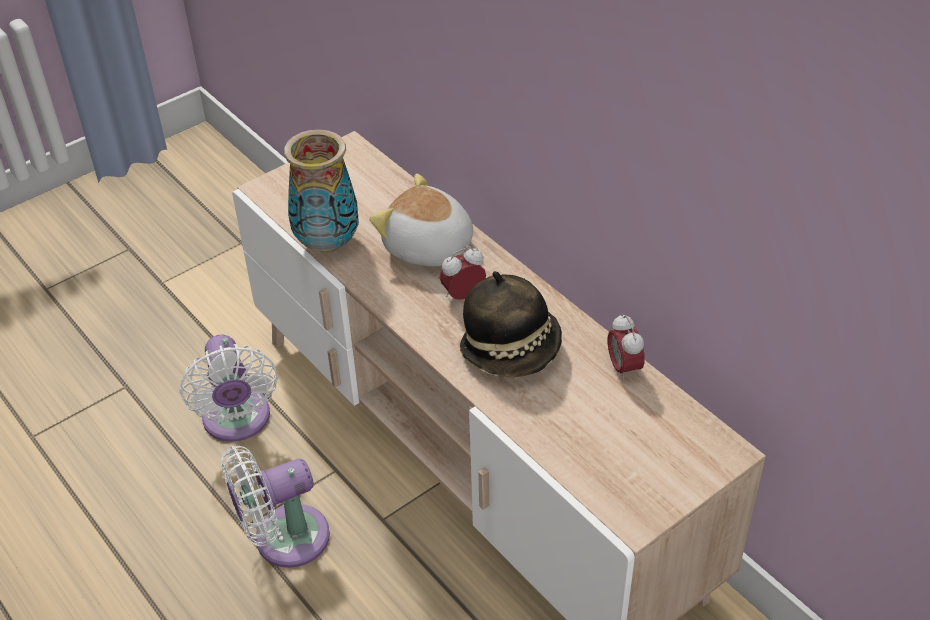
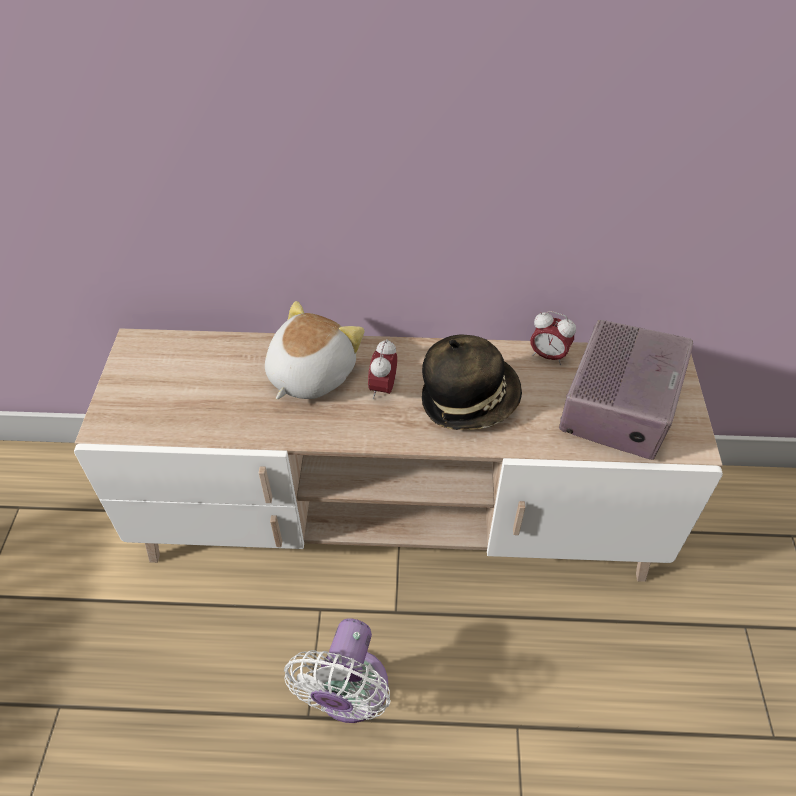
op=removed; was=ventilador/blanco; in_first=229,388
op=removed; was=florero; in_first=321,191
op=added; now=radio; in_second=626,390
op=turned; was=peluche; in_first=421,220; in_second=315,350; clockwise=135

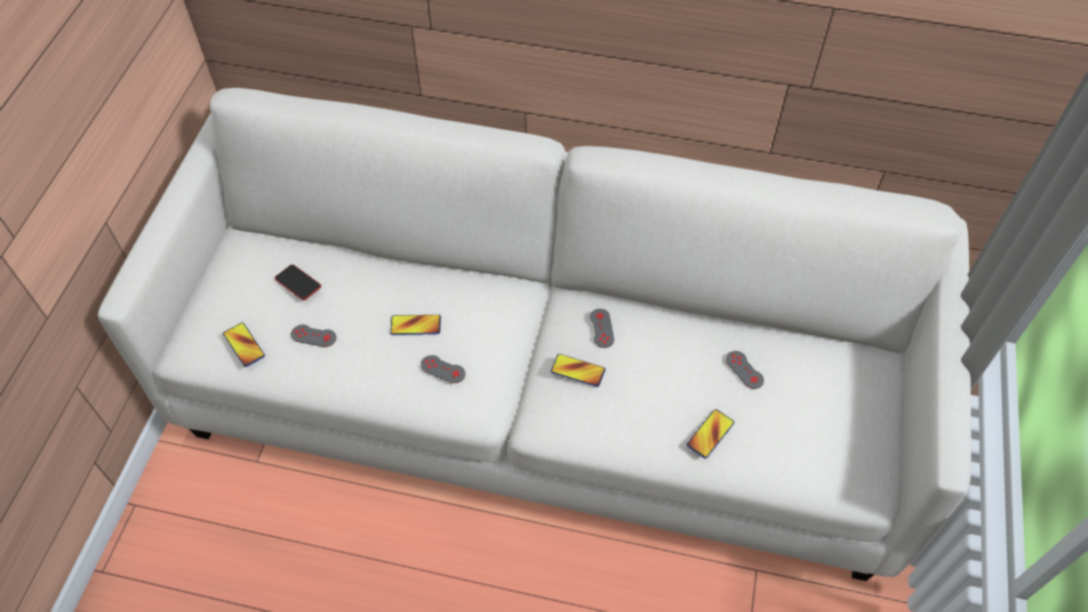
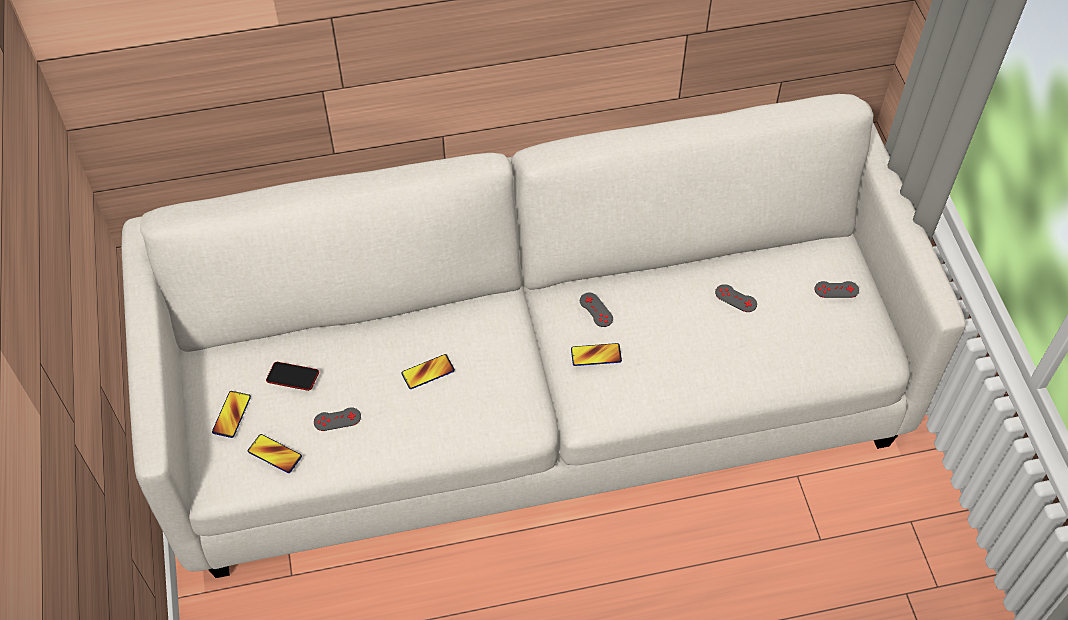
op=moved; was=mando de consola/gris; in_first=443,369; in_second=837,289
op=moved; was=móvil; in_first=710,434; in_second=231,414

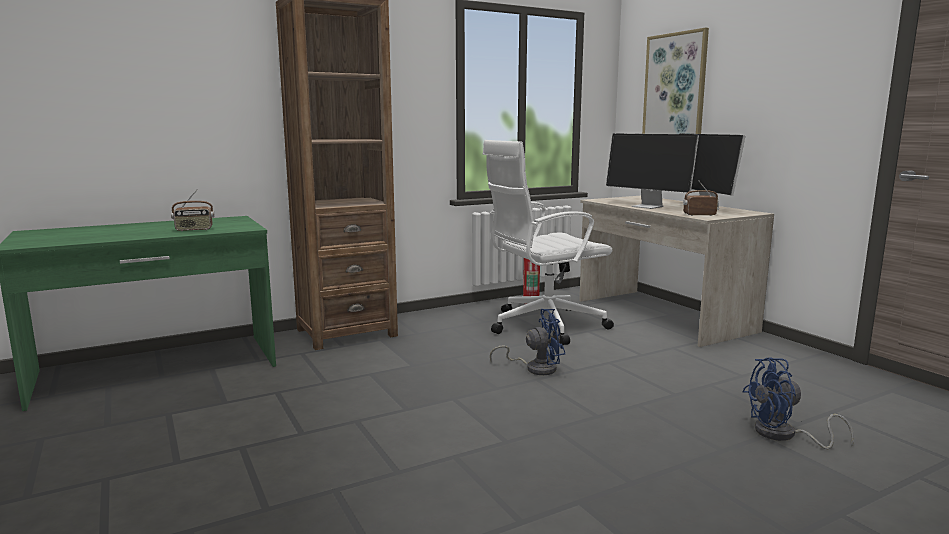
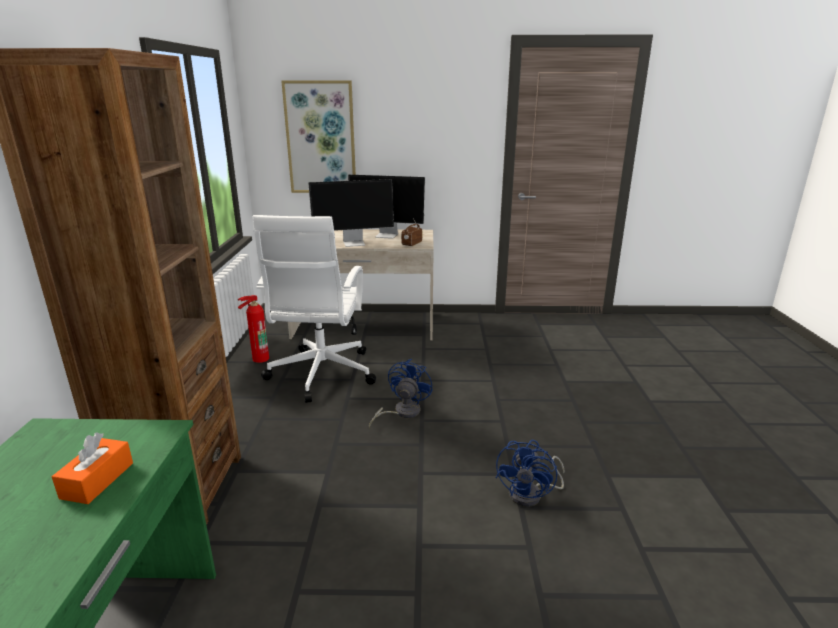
op=moved; was=ventilador/azul; in_first=798,403; in_second=530,473
op=replaced; was=radio; now=caja de pañuelos/naranja; in_first=193,210; in_second=92,468

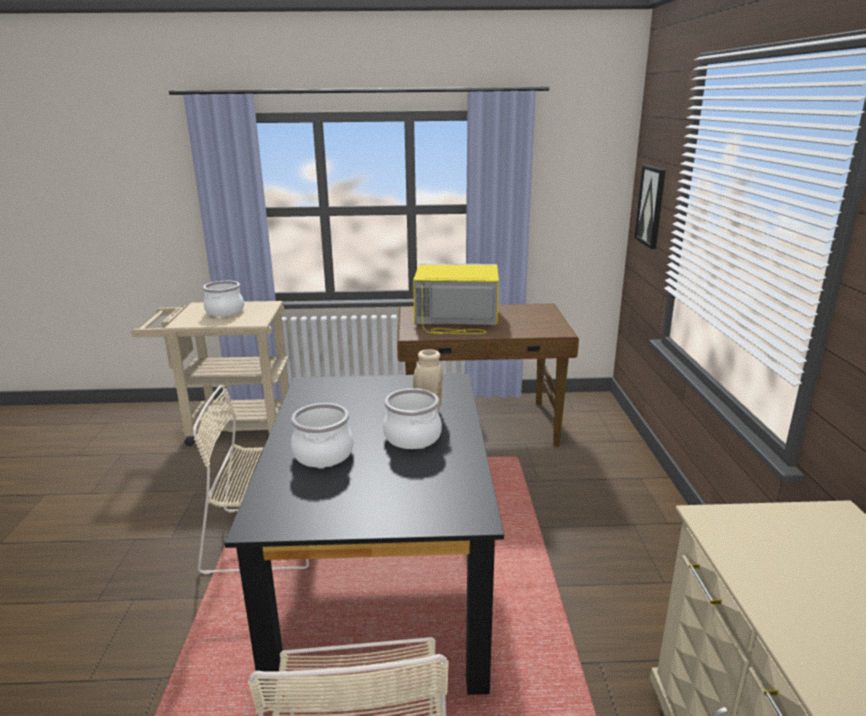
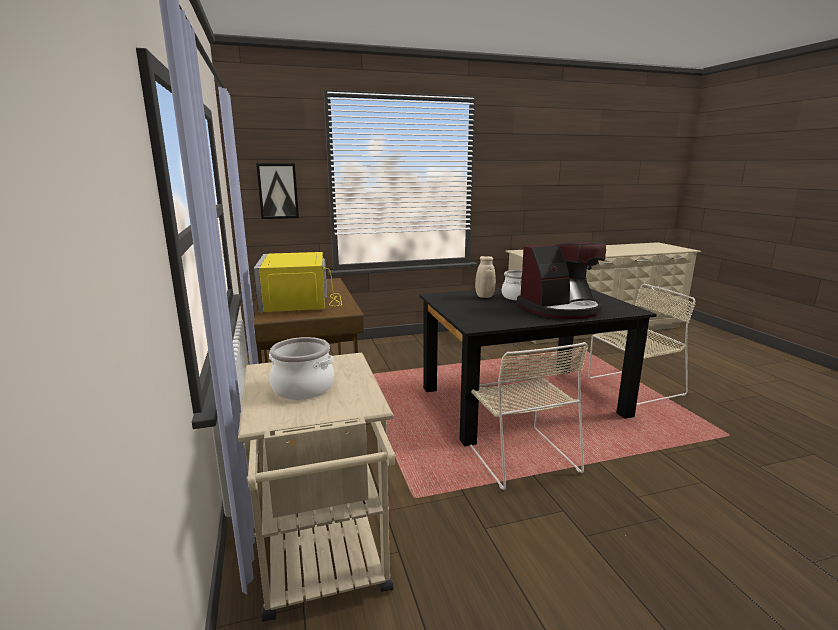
op=replaced; was=olla; now=cafetera; in_first=322,435; in_second=561,280

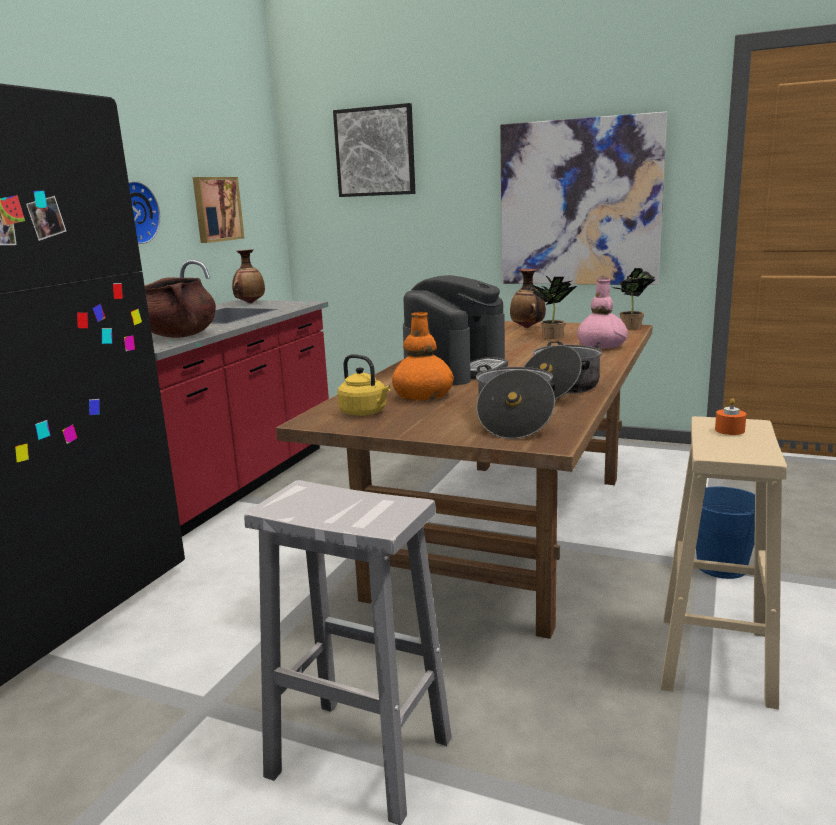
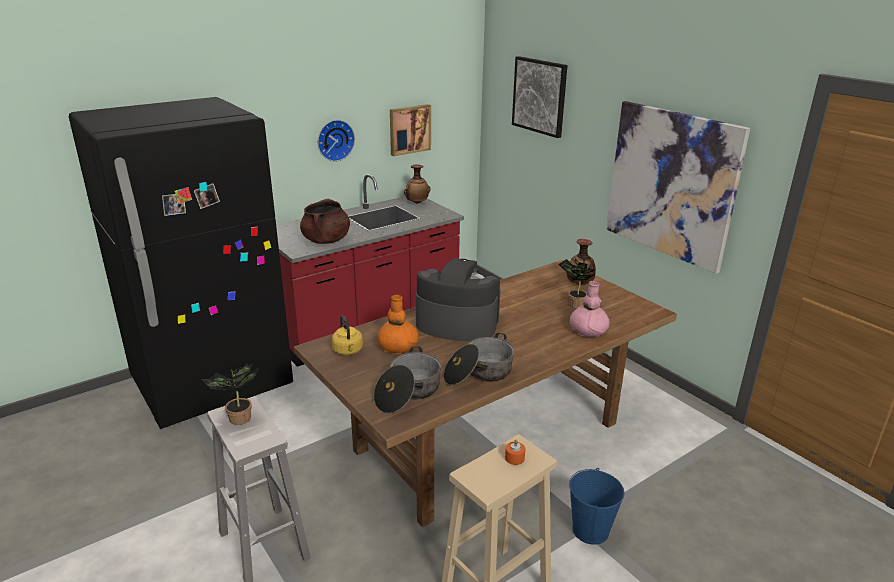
op=moved; was=planta en maceta; in_first=634,298; in_second=230,394
op=turned; was=cafetera; in_first=455,330; in_second=458,299; clockwise=-135

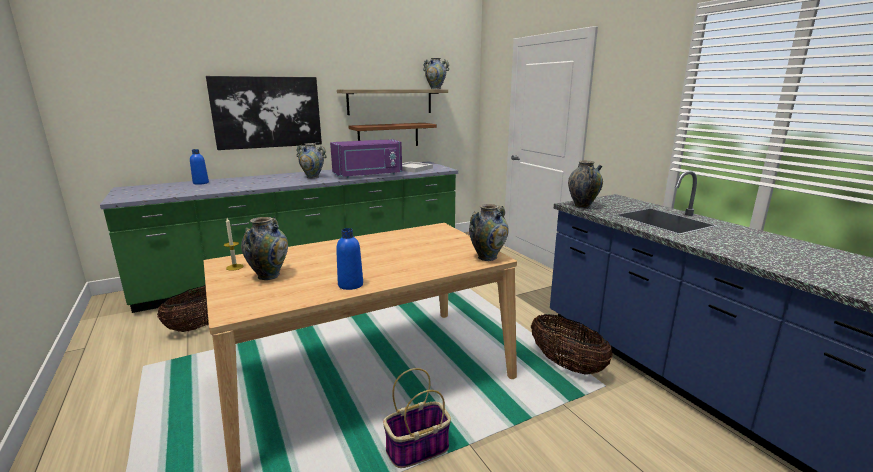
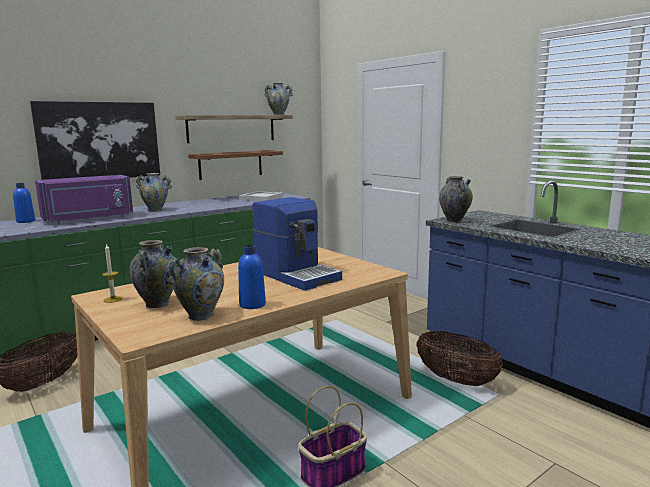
op=added; now=cafetera; in_second=297,244
op=moved; was=microondas/morado; in_first=366,158; in_second=84,199
op=moved; was=florero; in_first=489,232; in_second=196,284

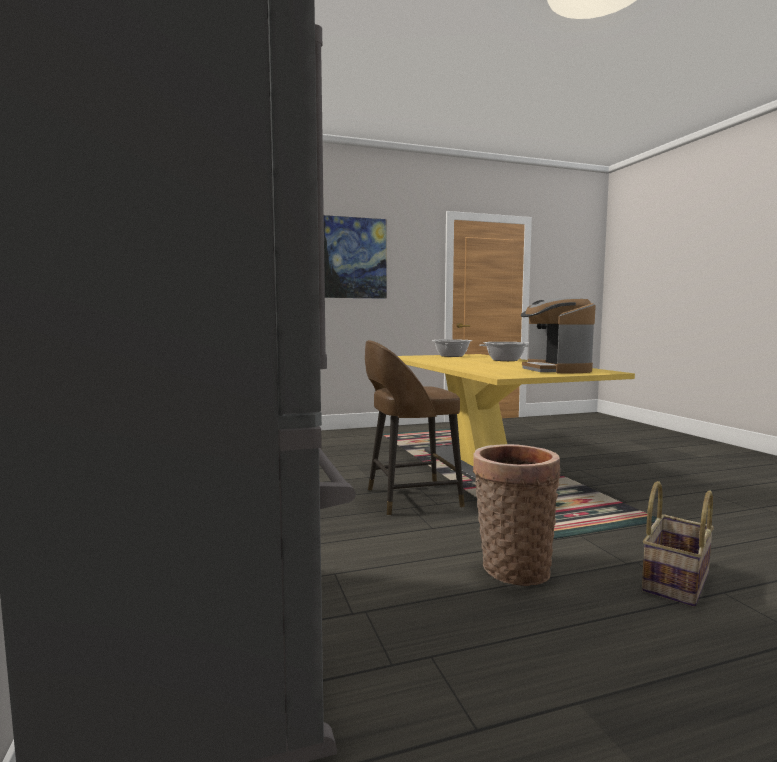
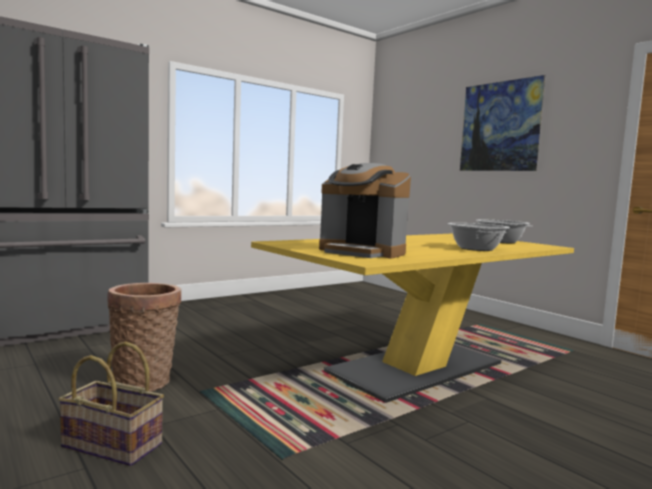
op=removed; was=taburete/marrón; in_first=415,428
op=turned; was=cafetera; in_first=558,335; in_second=365,211; clockwise=-120

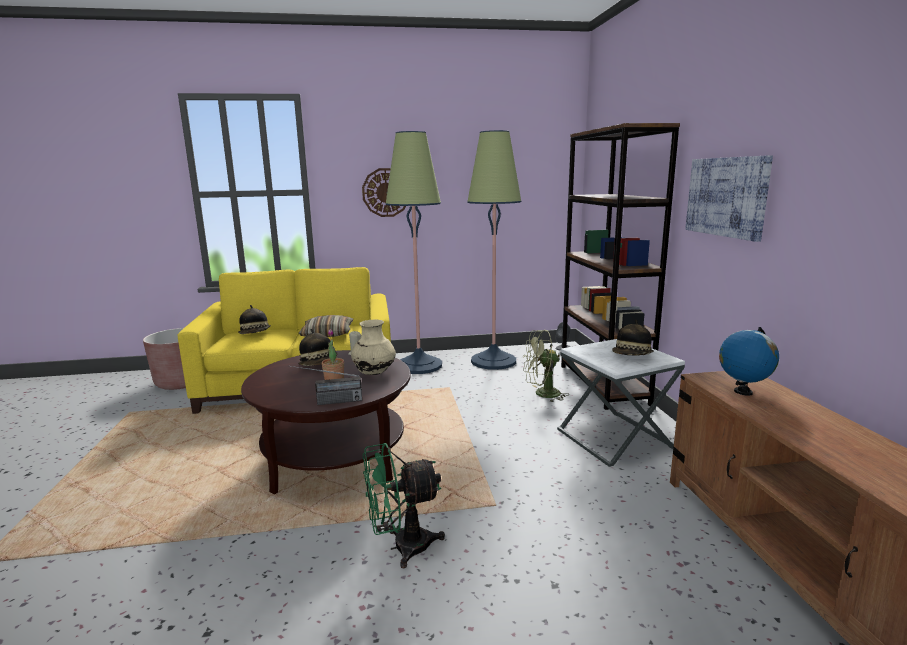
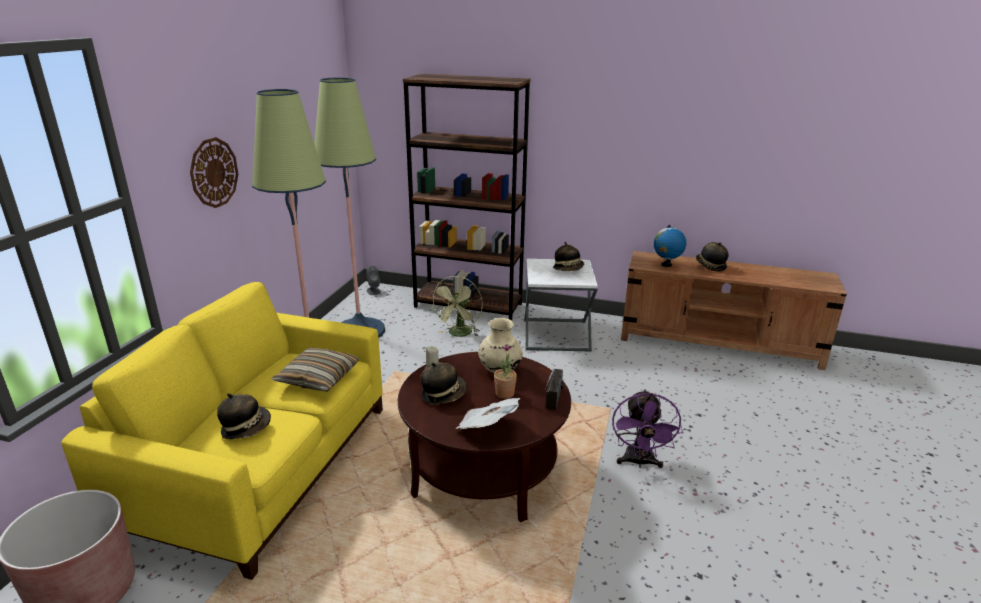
op=removed; was=cuadro; in_first=729,198
op=added; now=periódico; in_second=488,413
op=added; now=sombrero; in_second=712,257
op=recoloured; was=ventilador/verde; now=ventilador/morado; in_first=404,506; in_second=647,428

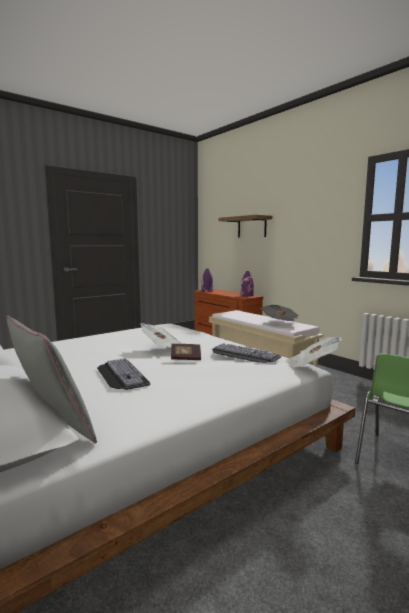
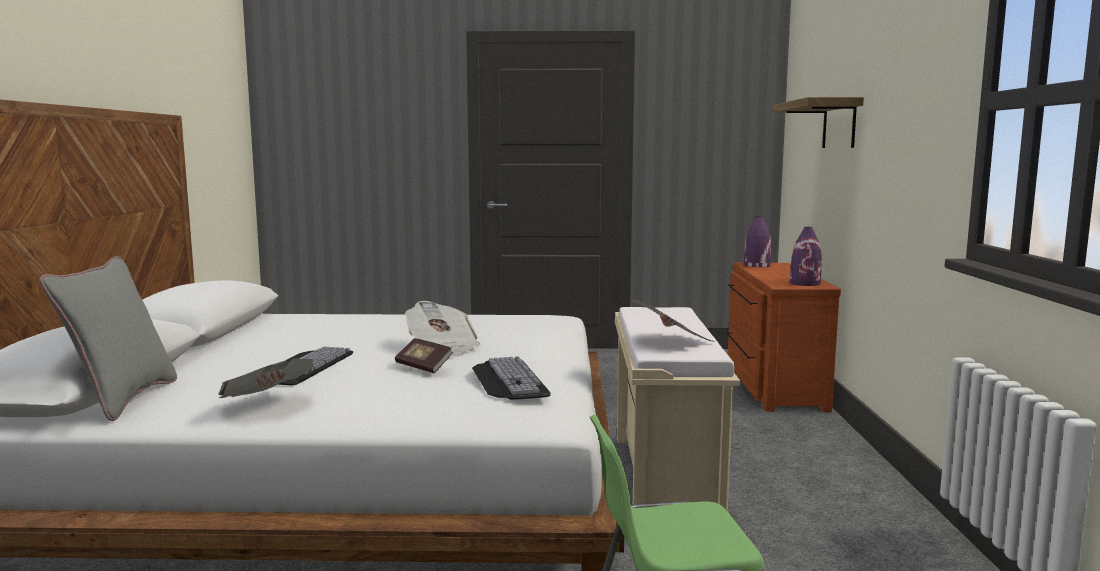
op=moved; was=periódico; in_first=314,352; in_second=266,378

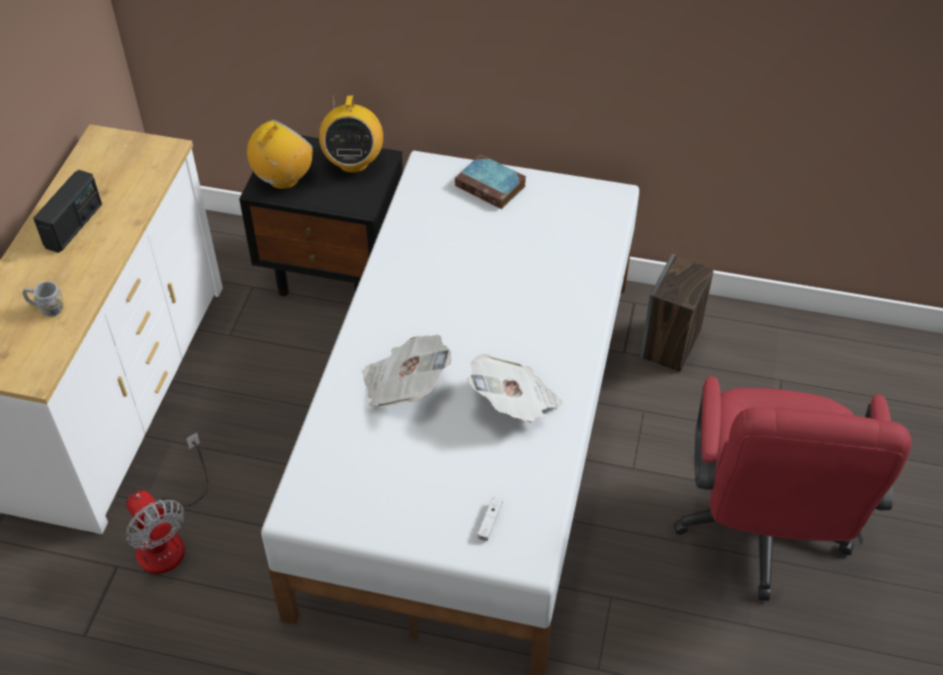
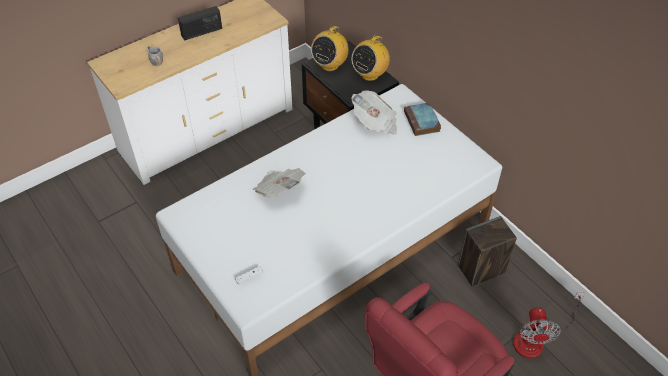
op=moved; was=ventilador; in_first=167,503; in_second=549,325
op=moved; was=periódico; in_first=514,388; in_second=374,112
op=turned; was=radio; in_first=280,154; in_second=330,47; clockwise=135

